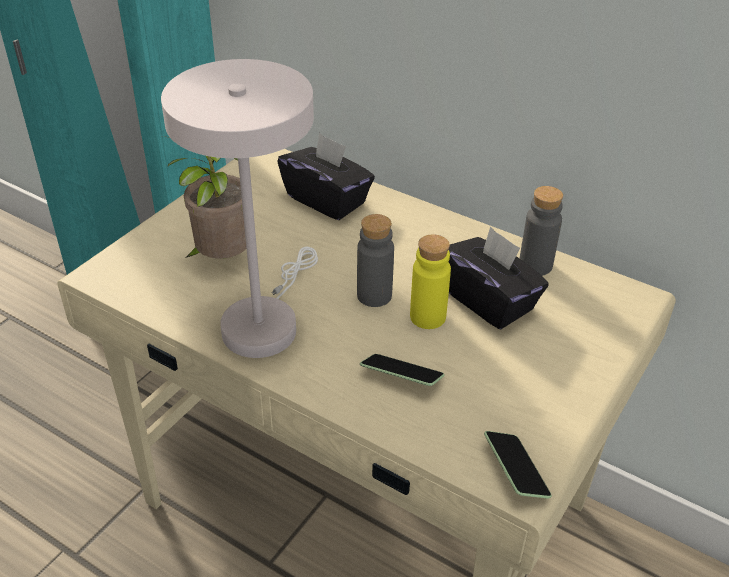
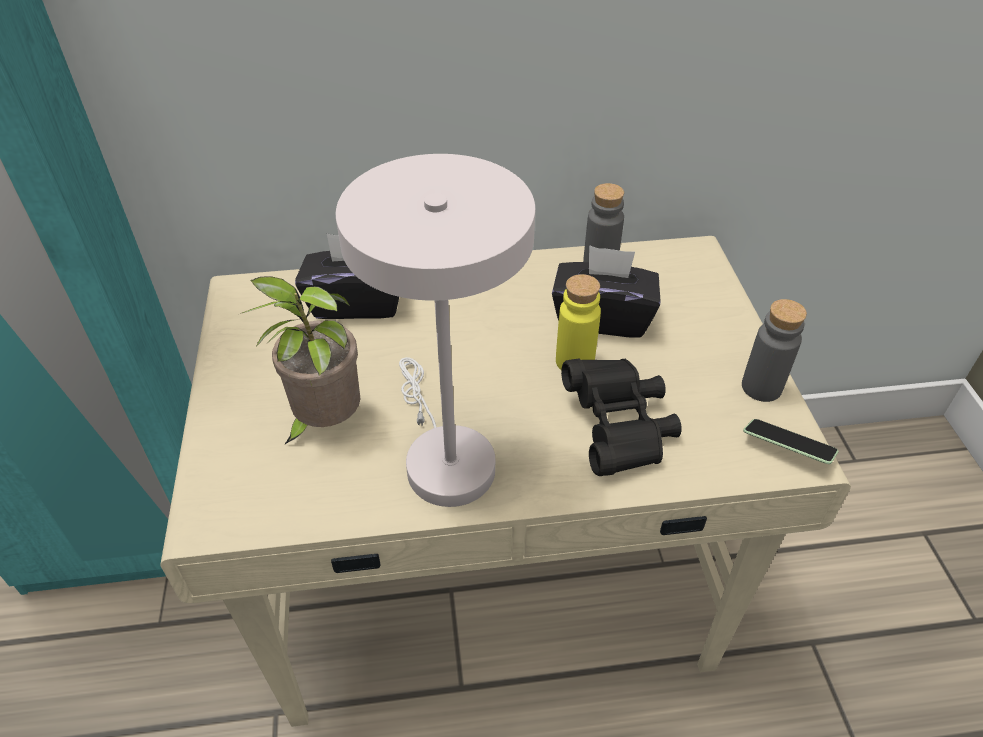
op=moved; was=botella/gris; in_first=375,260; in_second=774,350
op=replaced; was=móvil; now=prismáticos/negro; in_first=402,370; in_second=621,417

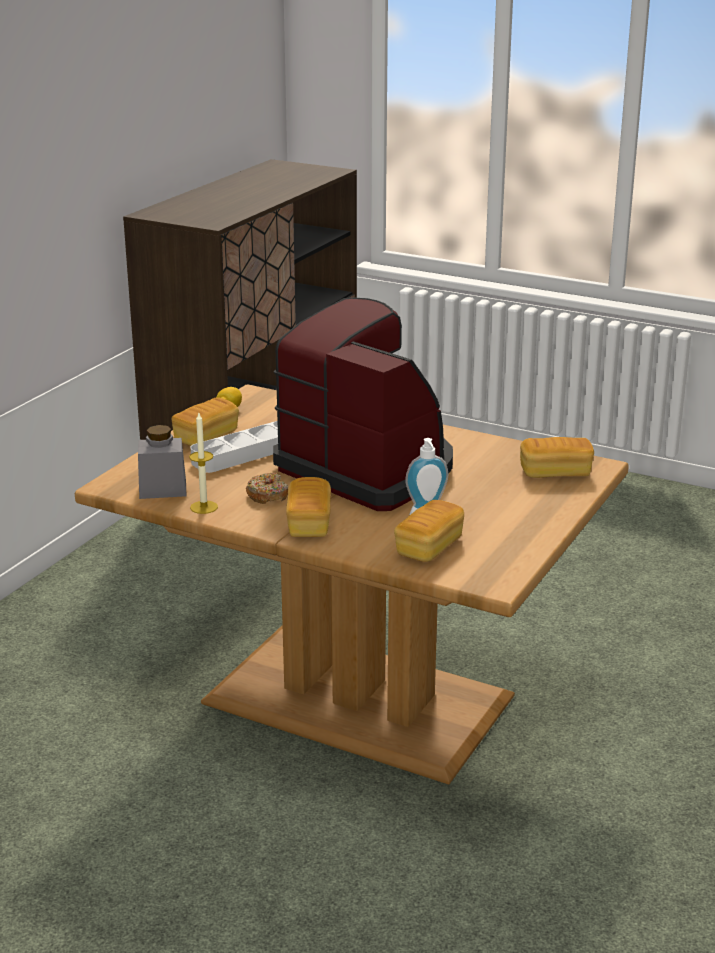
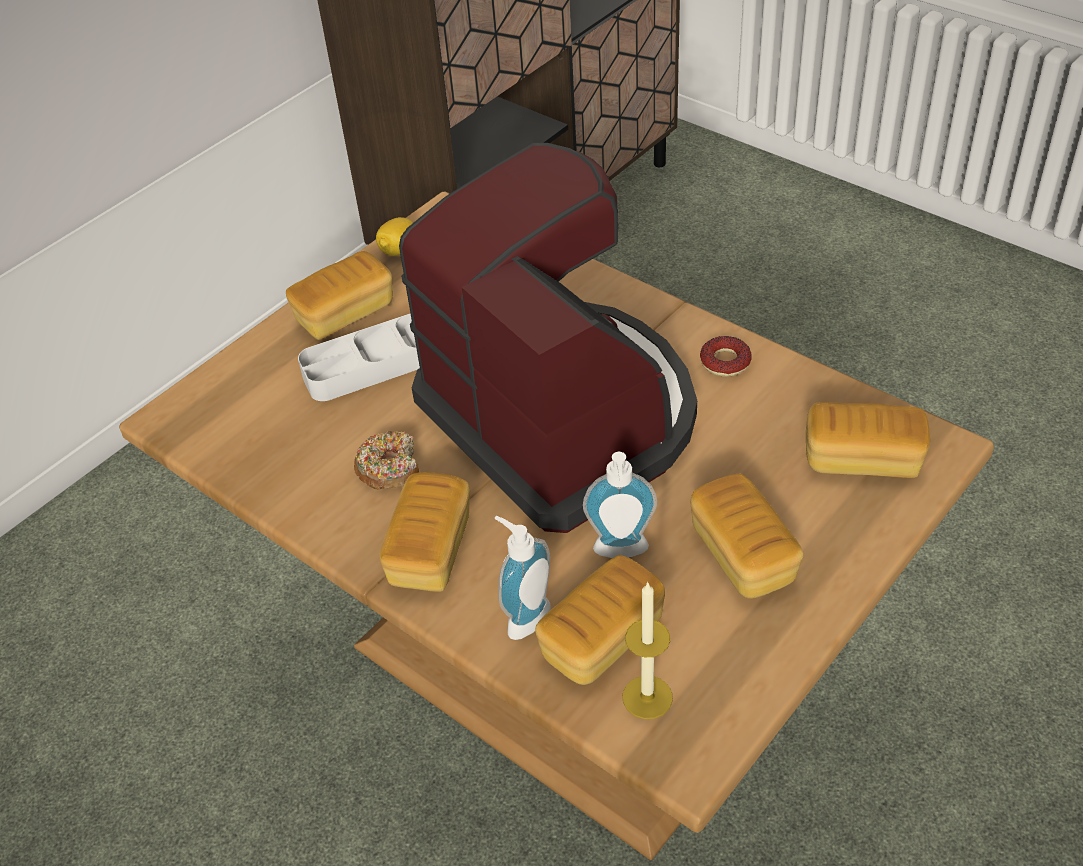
op=removed; was=tarro/gris; in_first=162,462
op=added; now=dispensador de jabón; in_second=523,578
op=added; now=pan; in_second=747,536
op=added; now=rosquilla; in_second=726,356
op=moved; was=vela; in_first=203,463; in_second=648,650

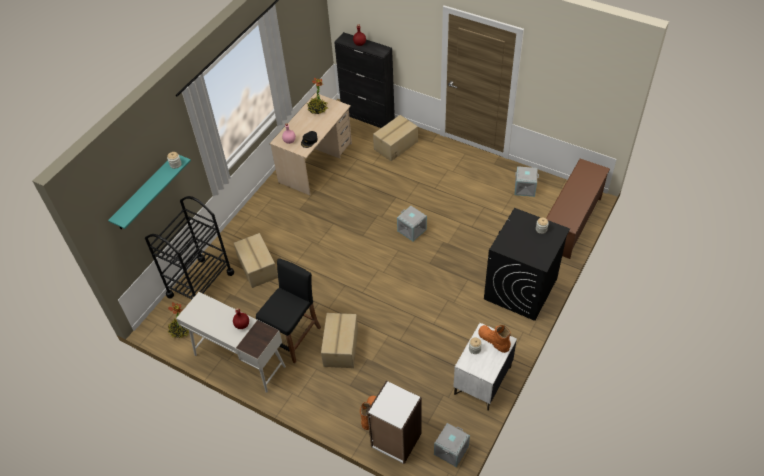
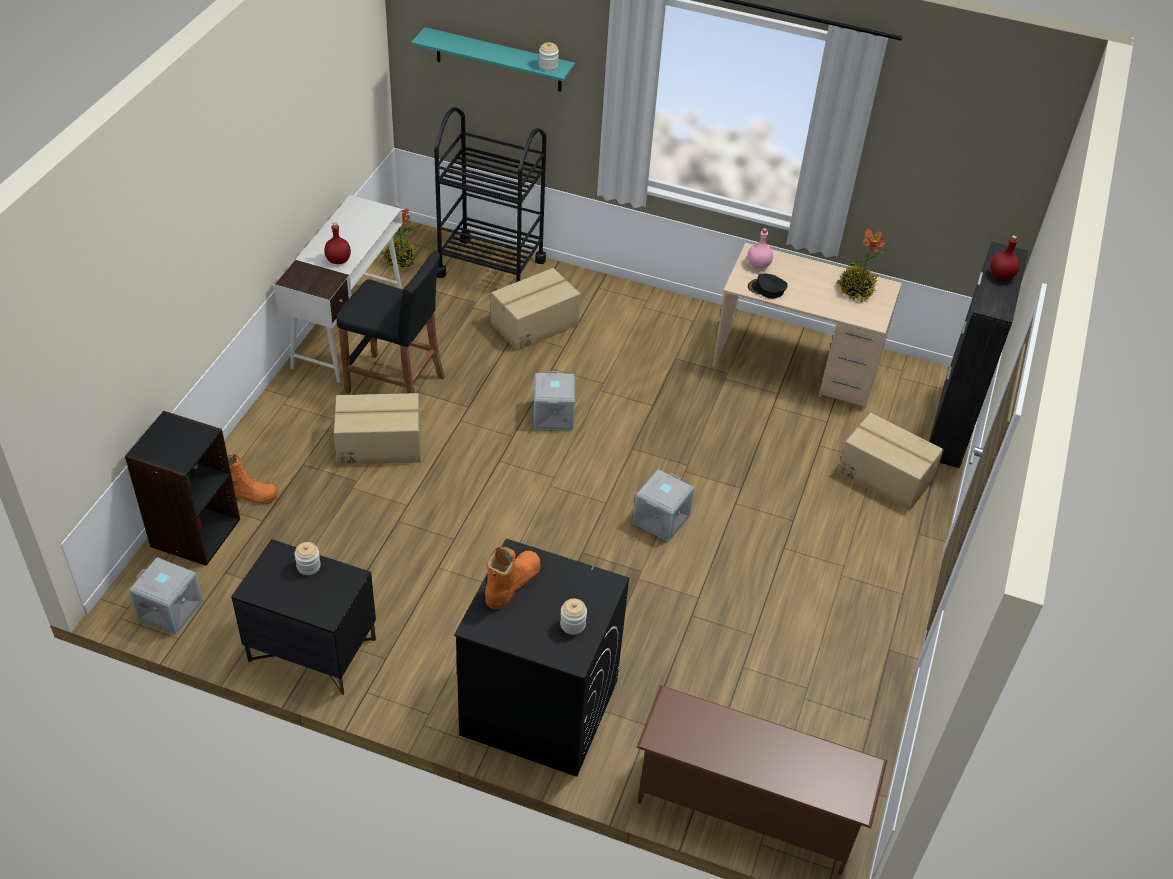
op=moved; was=bota/naranja; in_first=494,339; in_second=513,578
op=moved; was=caja de almacenaje/gris; in_first=526,181; in_second=554,400
op=recoloured; was=estantería/blanco; now=estantería/negro; in_first=394,422; in_second=182,488
op=recoloured; was=mesita de noche/blanco; now=mesita de noche/negro; in_first=485,367; in_second=303,617

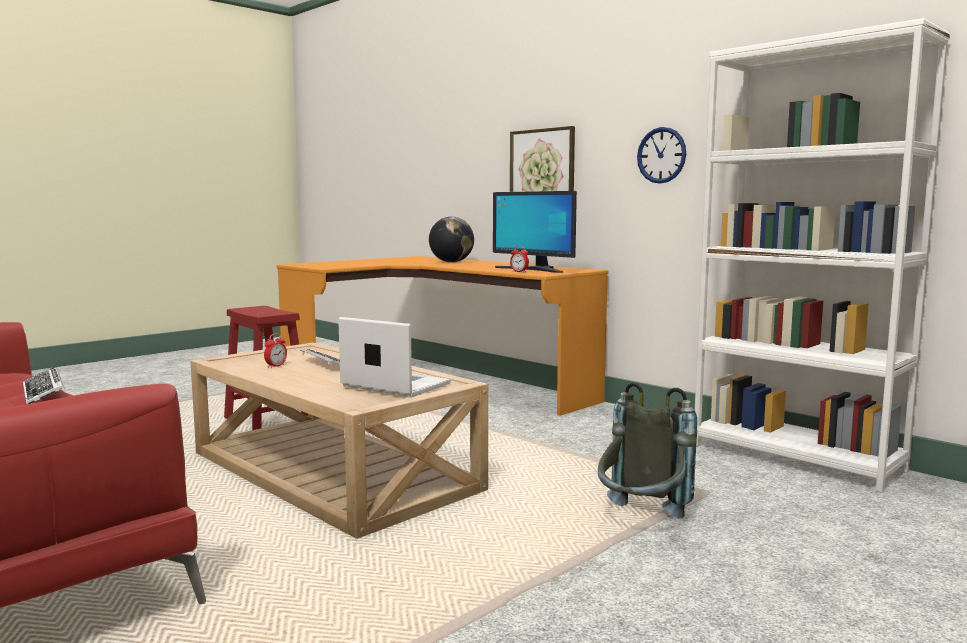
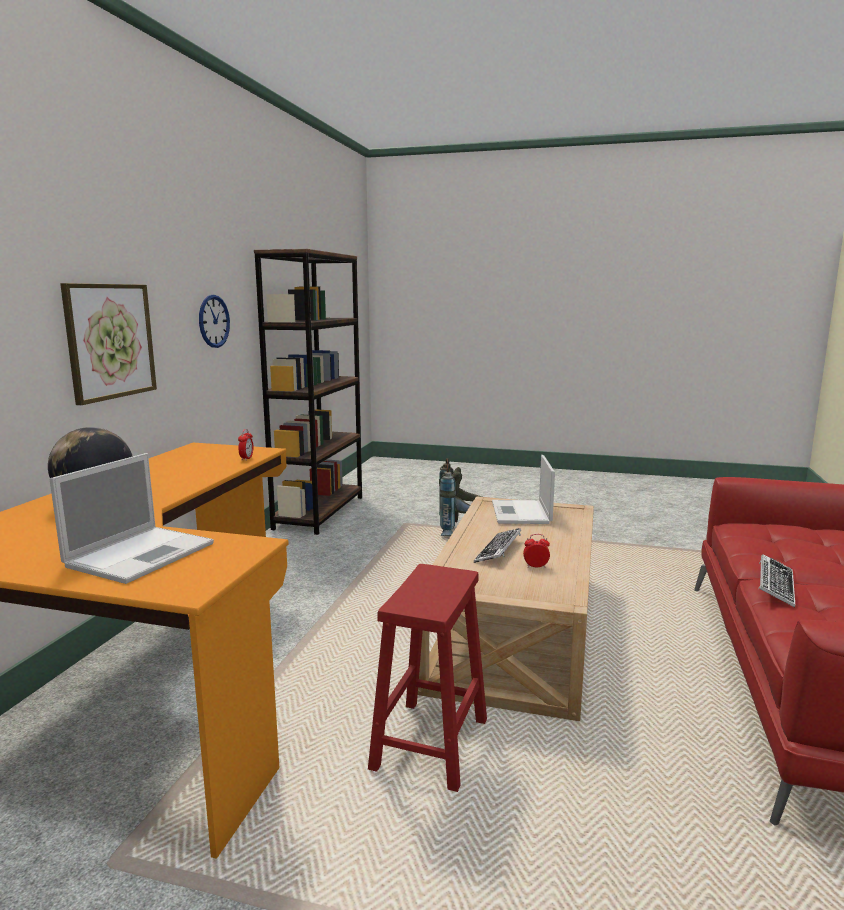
op=removed; was=monitor; in_first=535,232
op=added; now=portátil; in_second=132,518
op=recoloured; was=estantería/blanco; now=estantería/marrón; in_first=822,255; in_second=308,392

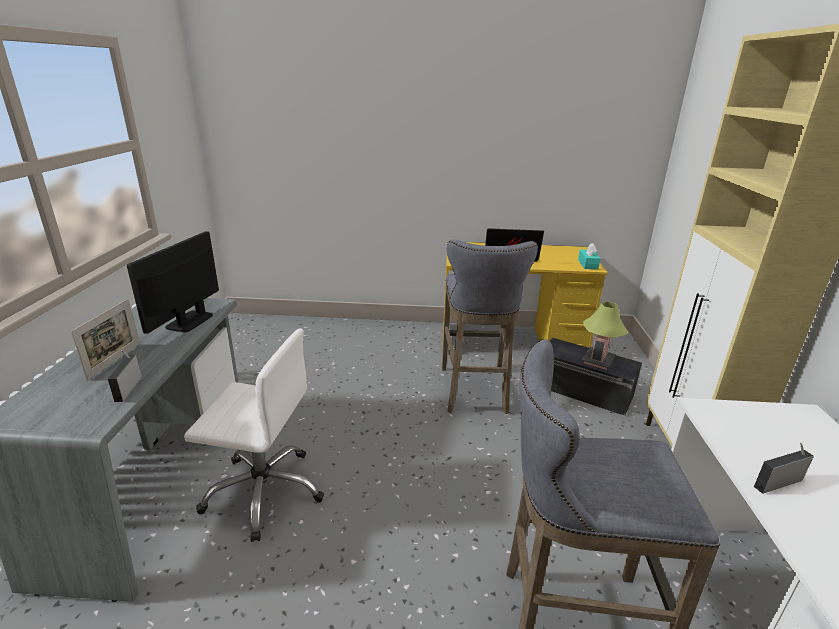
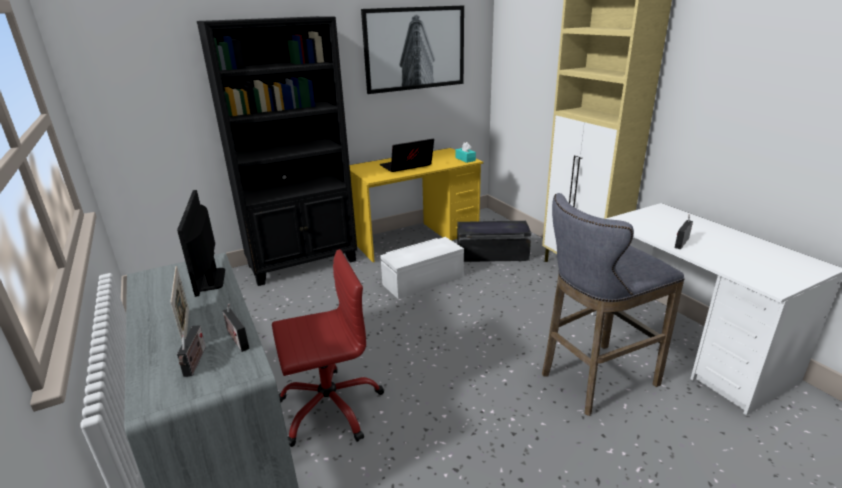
op=removed; was=lámpara de mesa; in_first=605,336
op=added; now=radio; in_second=191,351
op=added; now=estantería/negro; in_second=277,151
op=added; now=cuadro; in_second=412,49
op=replaced; was=taburete/gris; now=caja de almacenaje/blanco; in_first=490,326; in_second=422,268
op=recoloured; was=silla de oficina/blanco; now=silla de oficina/rojo; in_first=254,435; in_second=328,348

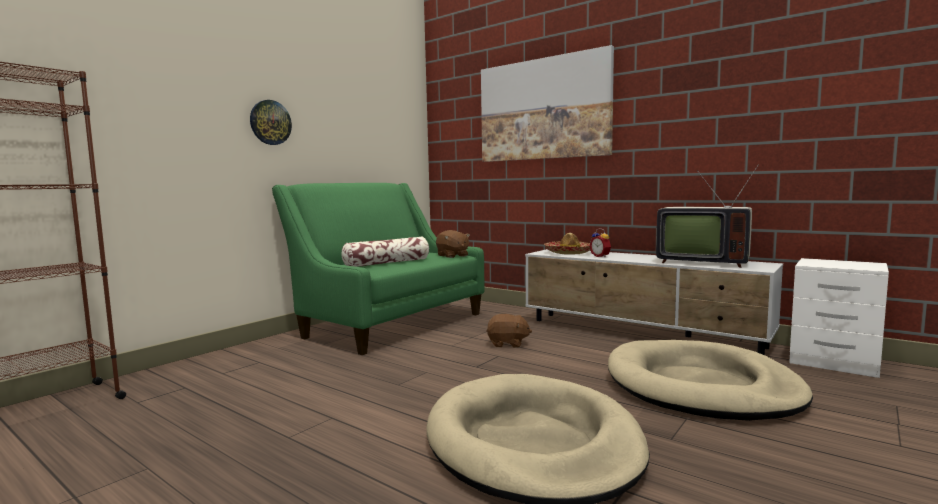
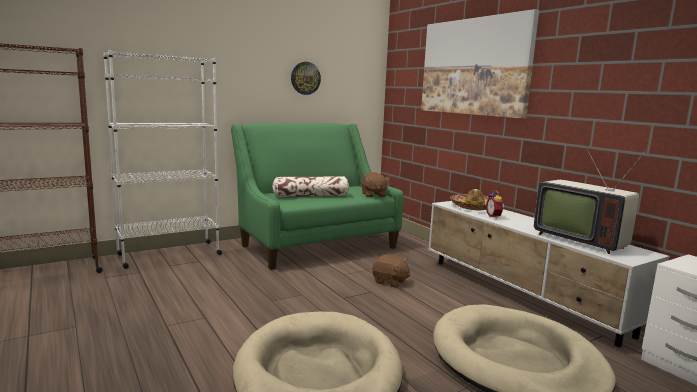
op=added; now=estantería/blanco; in_second=162,159
op=moved; was=reloj de pared; in_first=271,122; in_second=306,78

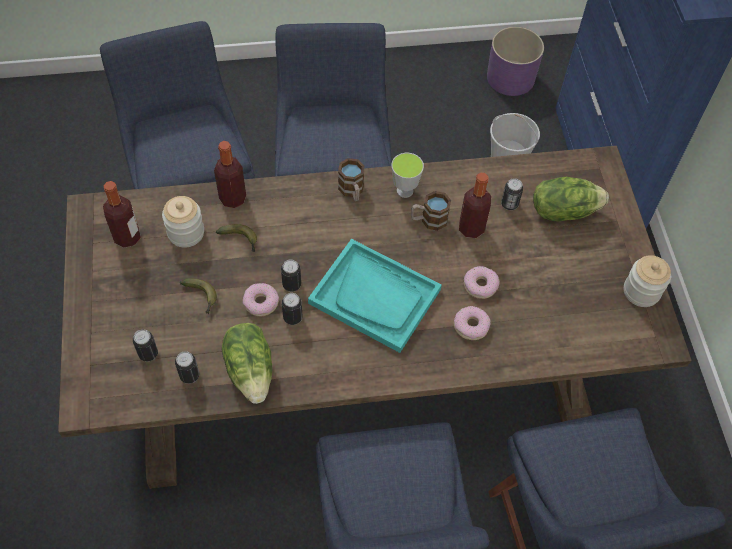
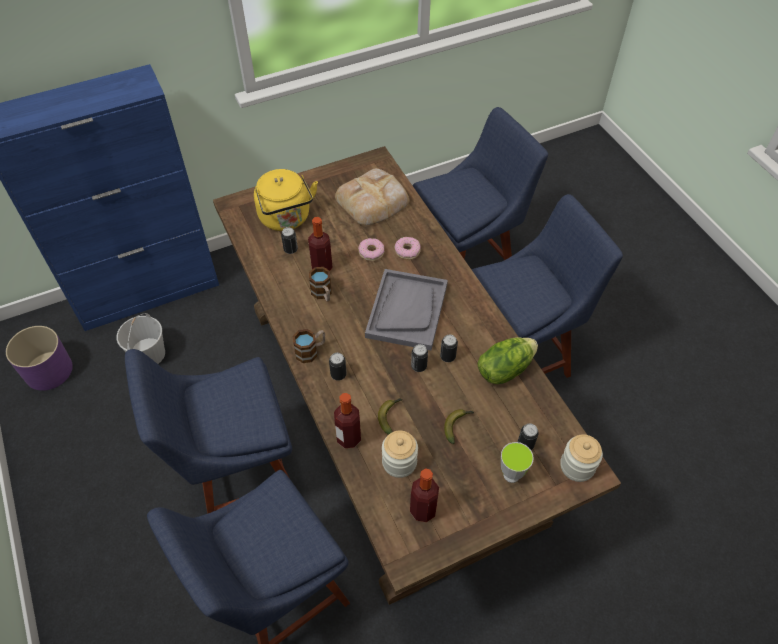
op=removed; was=rosquilla; in_first=261,299
op=added; now=pan; in_second=372,196
op=moved; was=lata; in_first=187,367; in_second=338,367
op=moved; was=taza; in_first=408,175; in_second=517,462
op=moved; was=tarro; in_first=647,281; in_second=581,458
op=replaced; was=lechuga; now=hervidor/amarillo; in_first=571,199; in_second=286,200
op=recoloured; was=bandeja/turquesa; now=bandeja/gris; in_first=375,296; in_second=406,309

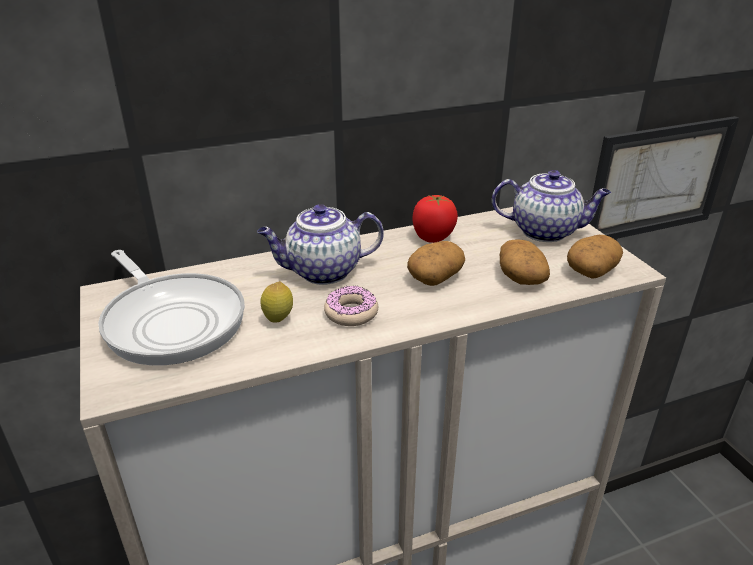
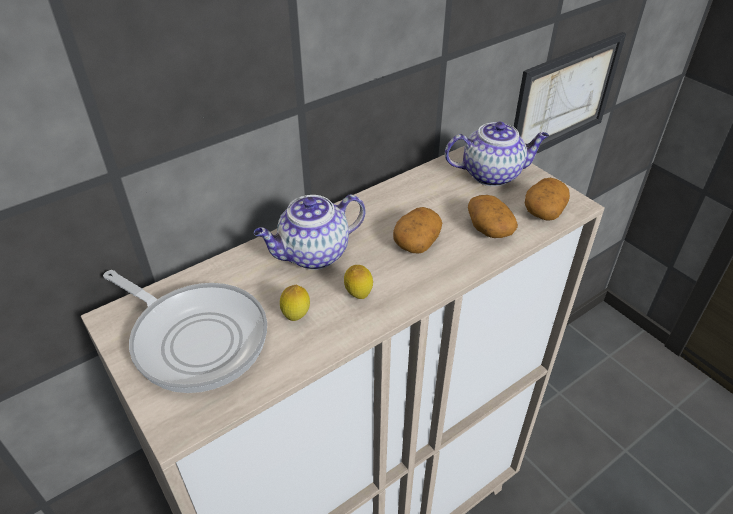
op=removed; was=tomate; in_first=435,219
op=replaced; was=rosquilla; now=limón; in_first=351,306; in_second=358,282

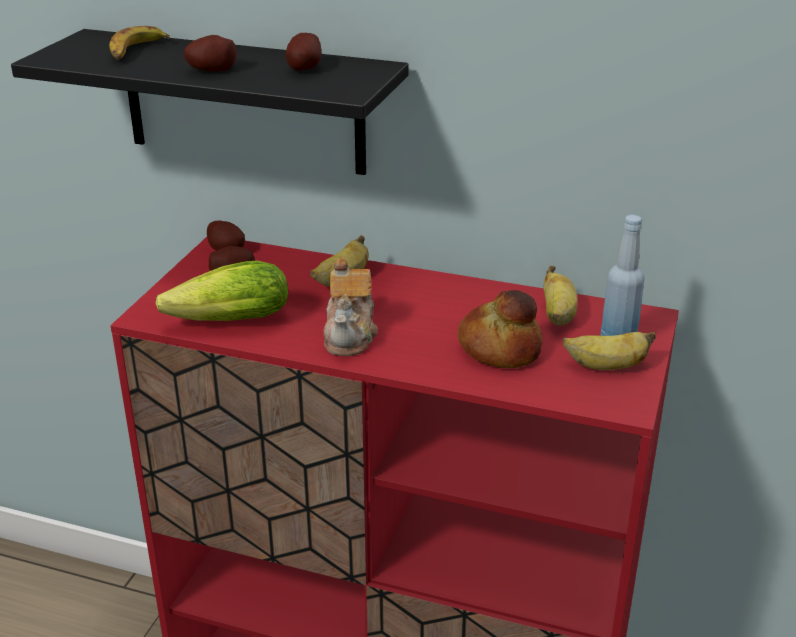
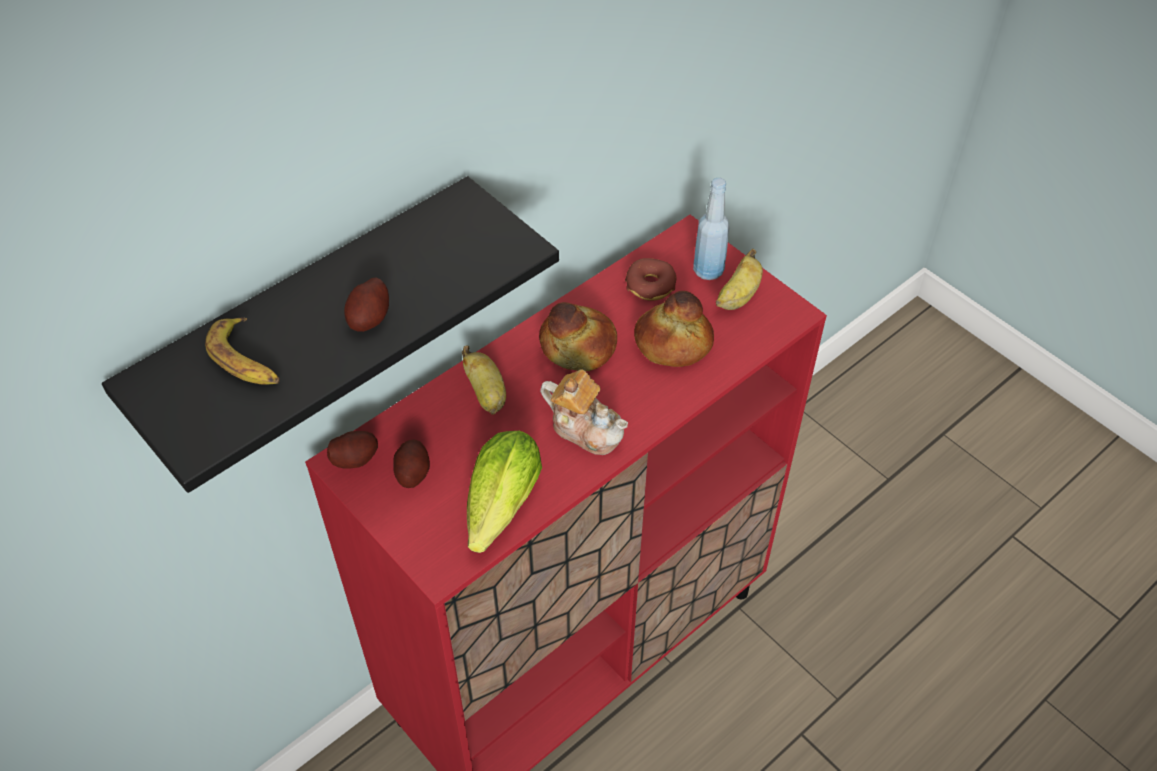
op=removed; was=patata; in_first=303,52
op=added; now=pan; in_second=578,336
op=replaced; was=plátano; now=rosquilla; in_first=560,296; in_second=650,279

